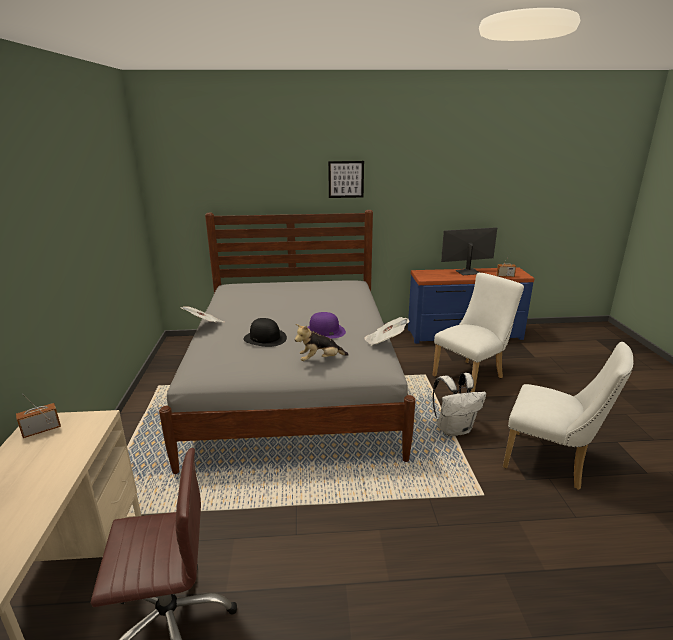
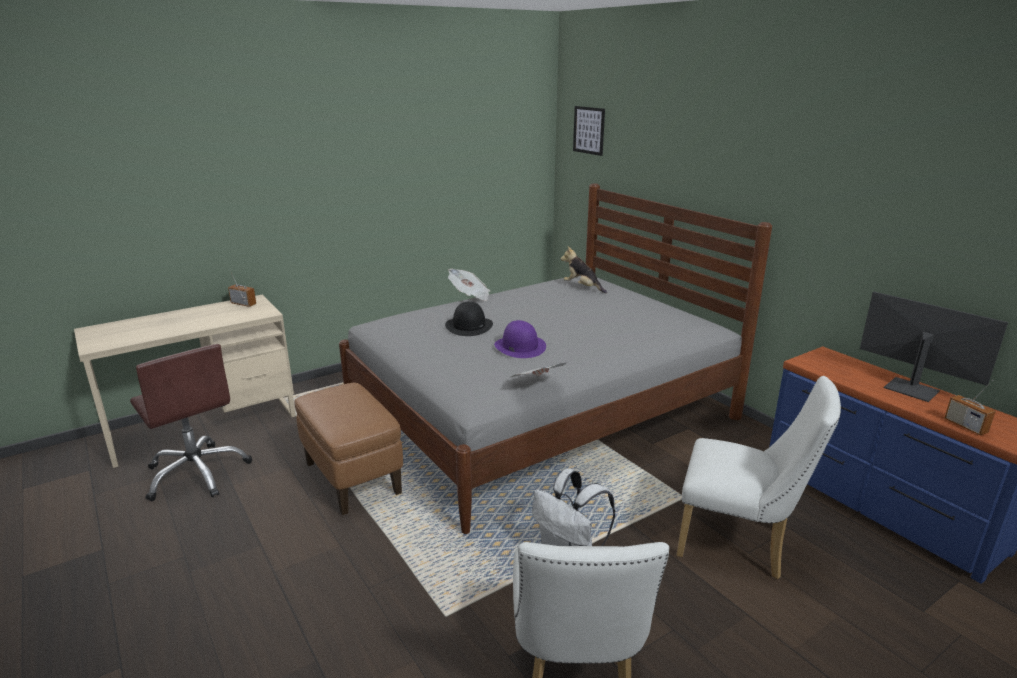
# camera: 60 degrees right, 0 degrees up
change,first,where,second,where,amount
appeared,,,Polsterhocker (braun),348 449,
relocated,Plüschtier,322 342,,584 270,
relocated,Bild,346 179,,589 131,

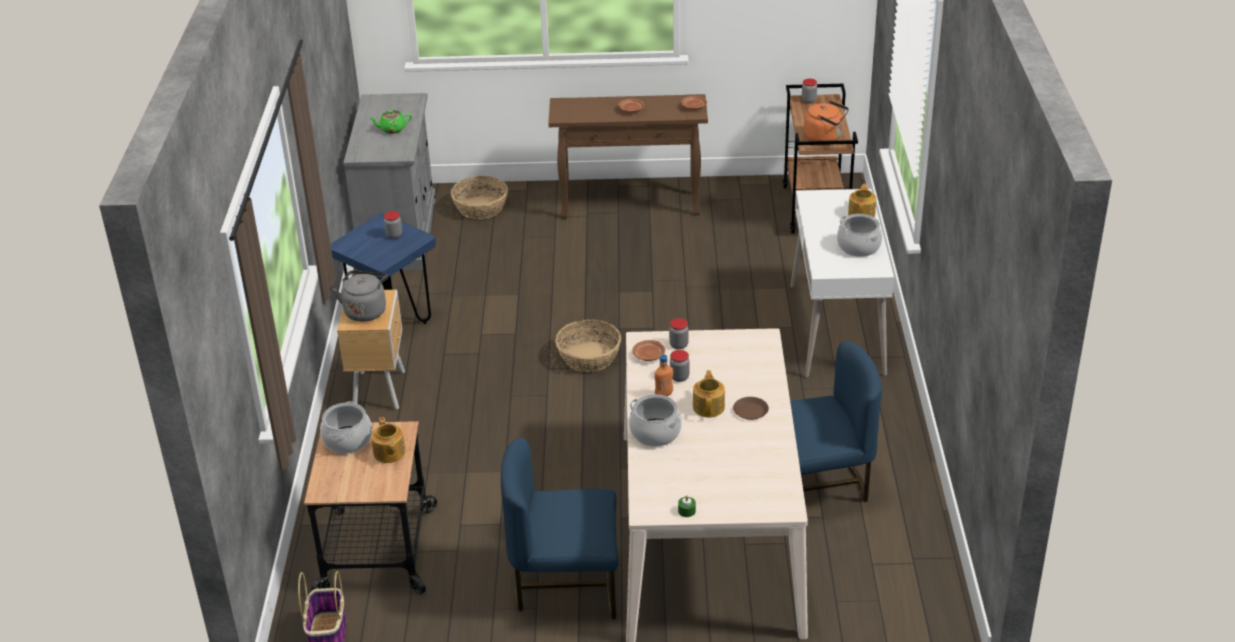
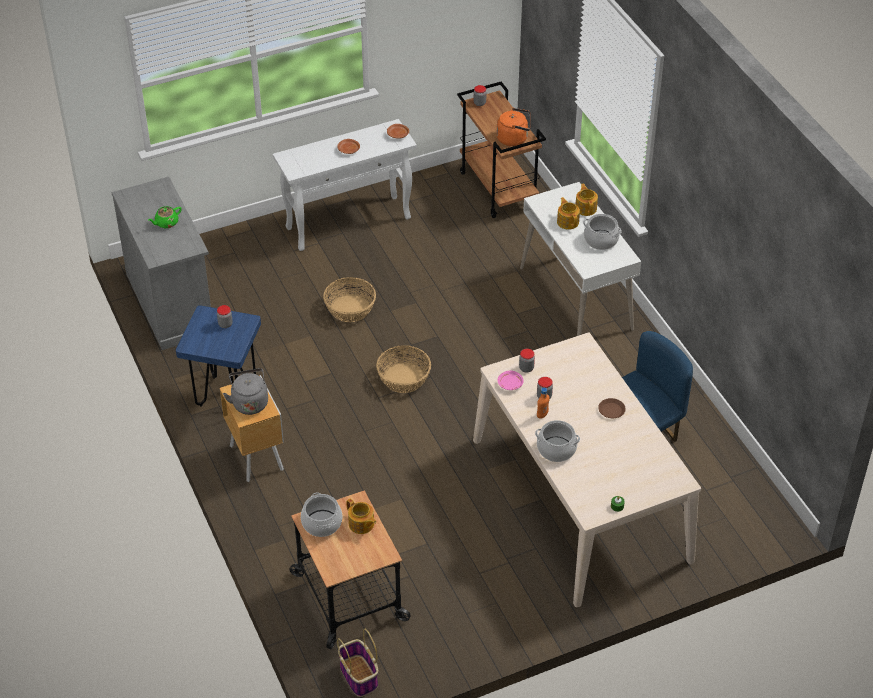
# camera: 25 degrees left, 10 degrees up
change,first,where,second,where,amount
colour,Konsolentisch (braun),628 156,Konsolentisch (weiß),345 185,
relocated,Korb,479 197,,349 299,
colour,Teller (braun),648 350,Teller (rosa),511 380,
relocated,Teekanne,709 393,,568 213,
missing,Stuhl (blau),559 529,,,

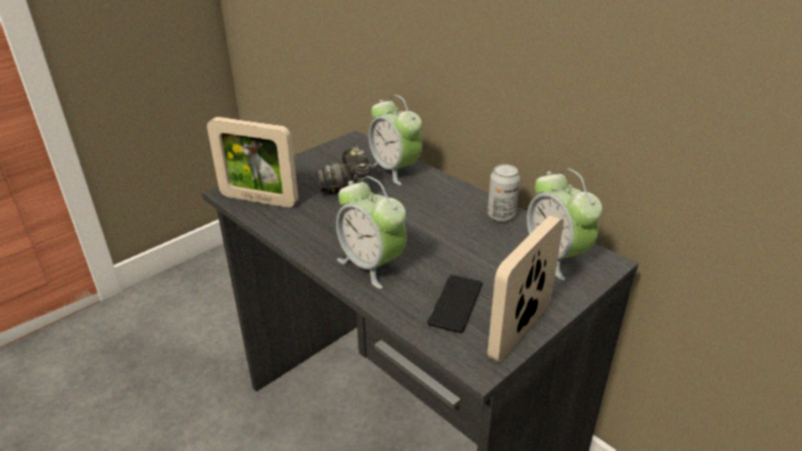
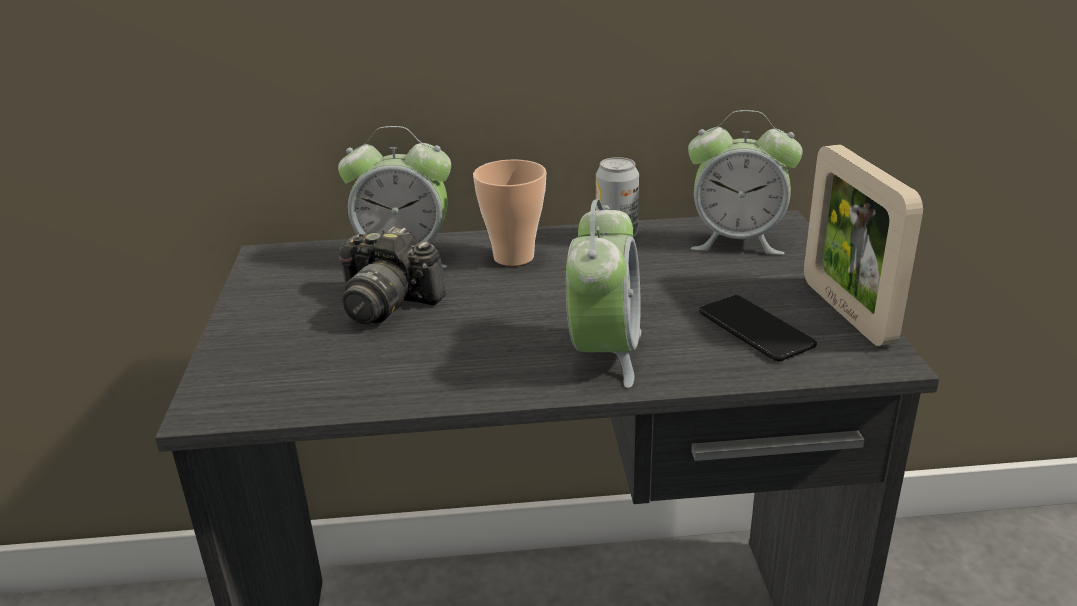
# camera: 50 degrees left, 5 degrees down
change,first,where,second,where,amount
appeared,,,Tasse,510 212,
spun,Wecker,371 232,,603 293,75 degrees counterclockwise
missing,Bilderrahmen,252 162,,,

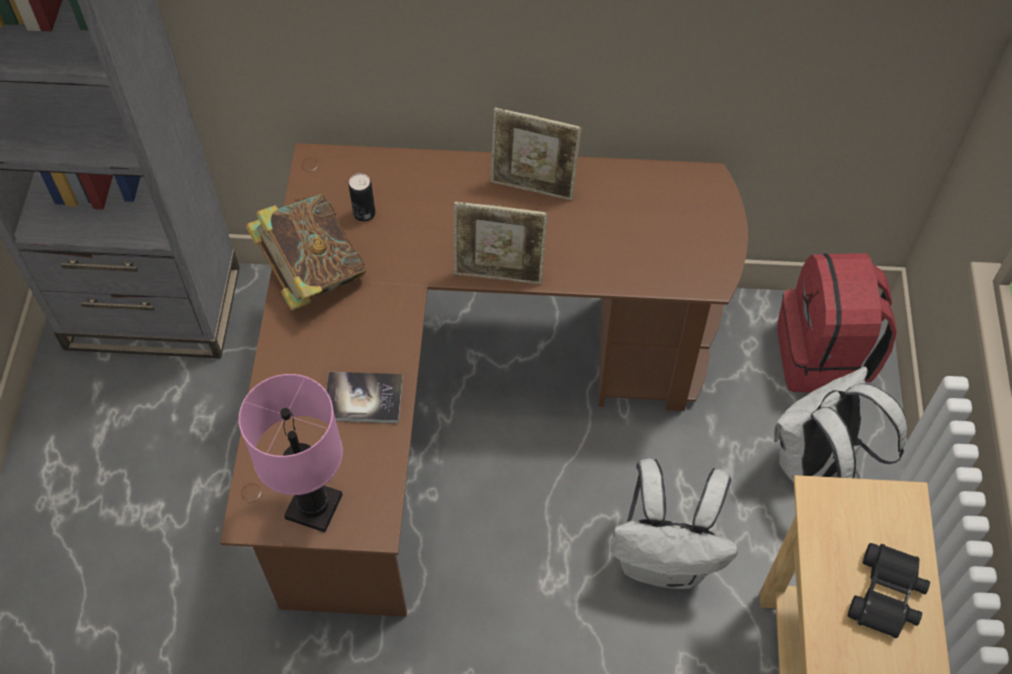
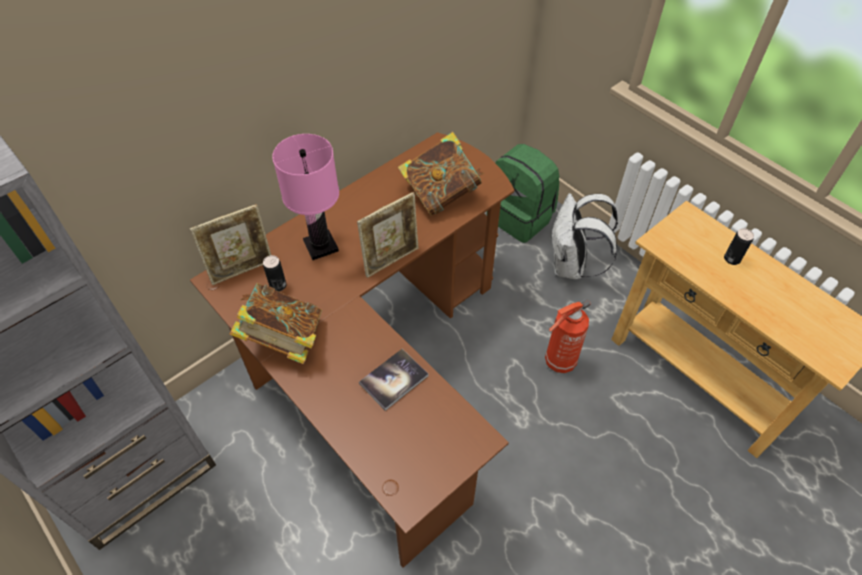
# camera: 45 degrees left, 5 degrees down
change,first,where,second,where,amount
relocated,Bilderrahmen,536 153,,230 244,
relocated,Tischlampe (rosa),291 453,,305 197,
appeared,,,Buch,441 174,
colour,Rucksack (rot),837 322,Rucksack (grün),523 193,
exchanged,Rucksack (weiß),674 523,Feuerlöscher,568 336,
exchanged,Fernglas (schwarz),889 590,Dose,739 246,

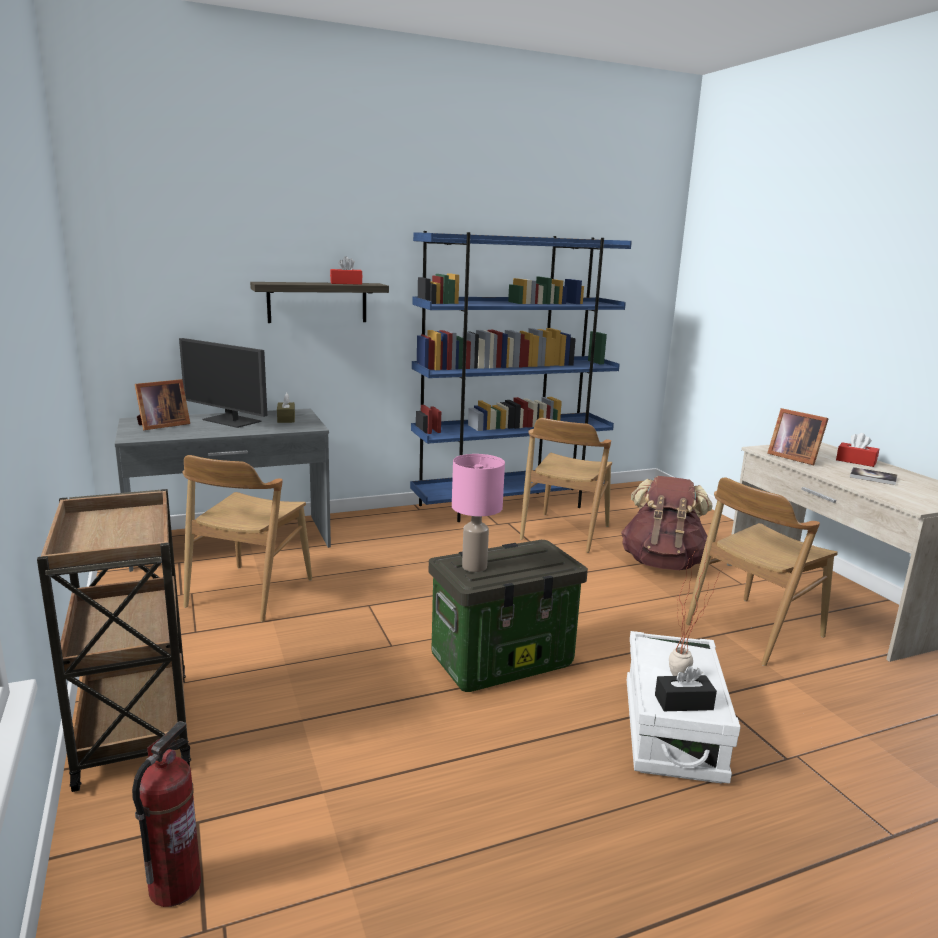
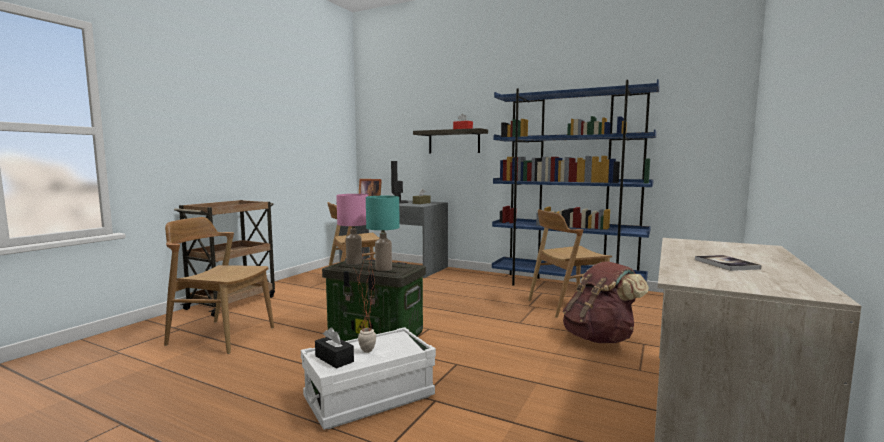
# camera: 50 degrees right, 10 degrees down
change,first,where,second,where,amount
relocated,Stuhl (braun),761 571,,219 285,
appeared,,,Tischlampe (türkis),383 233,
missing,Feuerlöscher,166 814,,,
missing,Bilderrahmen,798 436,,,
missing,Taschentuchbox (rot),857 450,,,

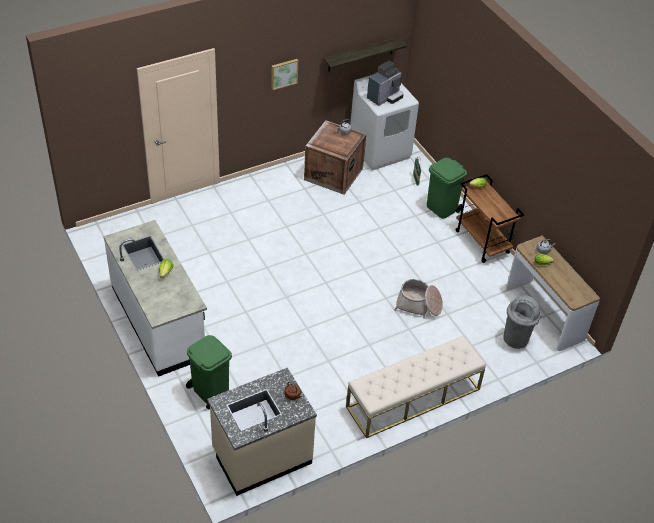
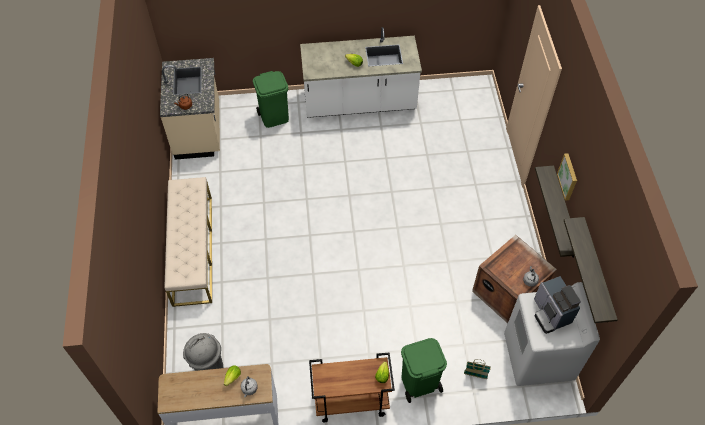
# camera: 115 degrees right, 10 degrees up
change,first,where,second,where,amount
appeared,,,Wandregal,554 211,
missing,Korb,418 299,,,

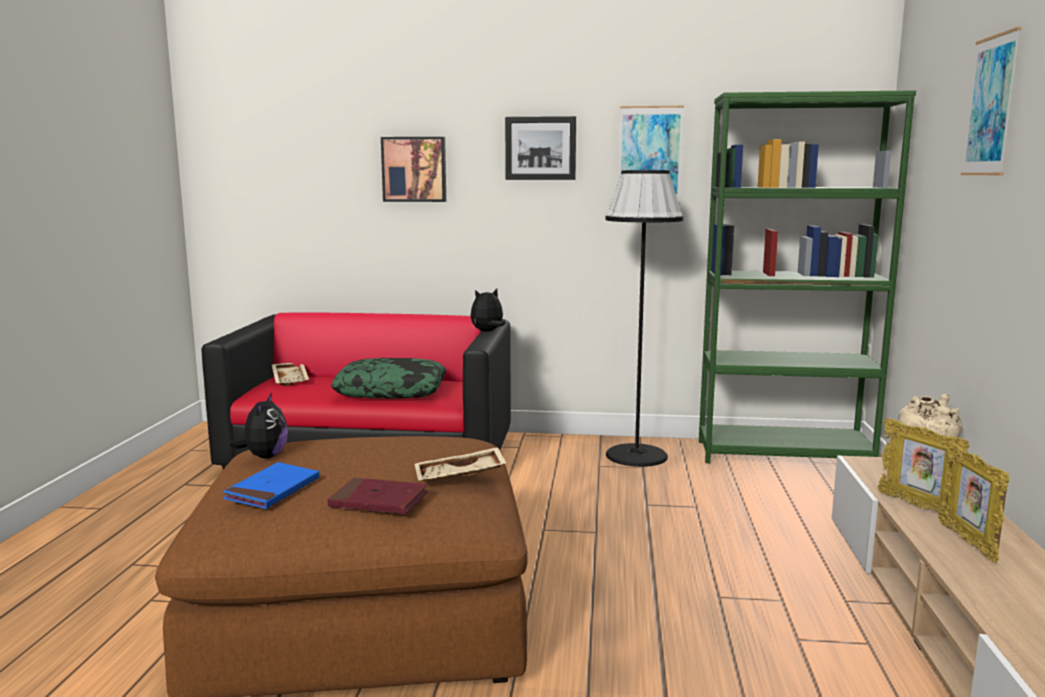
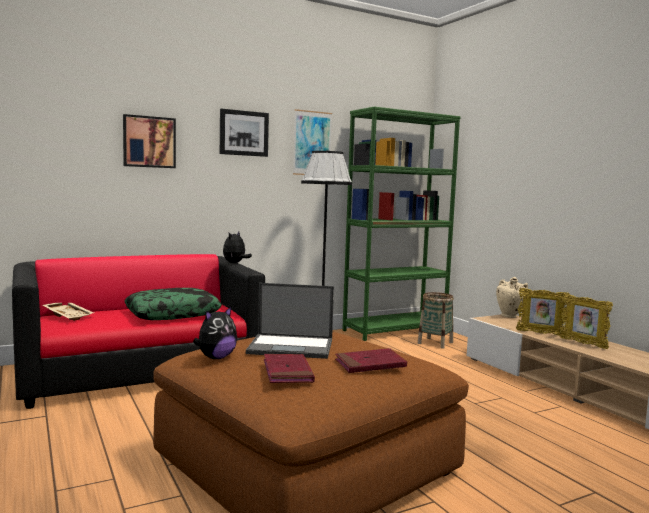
# camera: 35 degrees left, 5 degrees down
change,first,where,second,where,amount
spun,Plüschtier,258 425,,215 333,75 degrees clockwise
appeared,,,Laptop,290 321,
colour,Buch (blau),271 485,Buch (rot),289 368,
appeared,,,Korb,436 320,
missing,Tablett (beige),461 464,,,
missing,Bild,991 101,,,

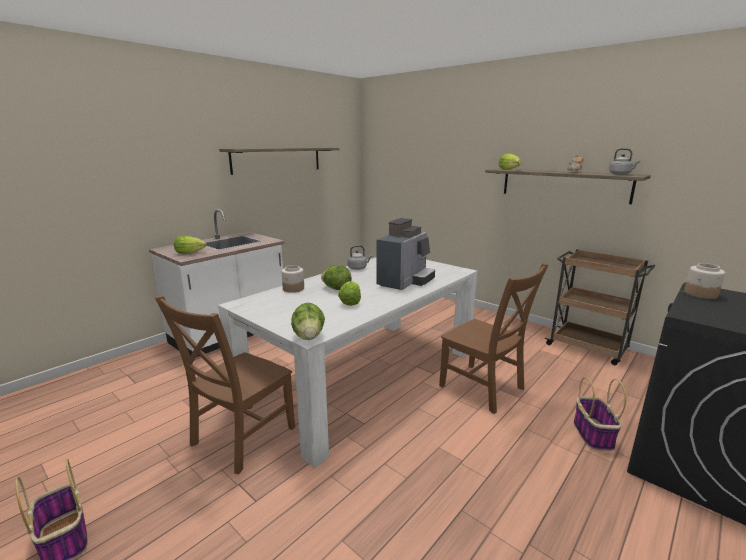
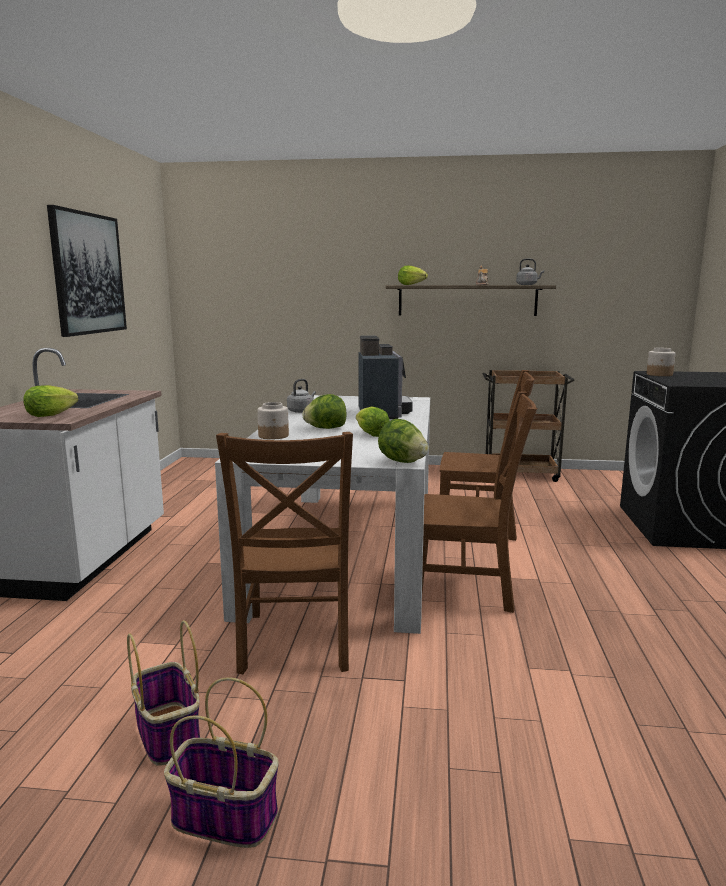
# camera: 35 degrees left, 5 degrees down
change,first,where,second,where,amount
exchanged,Wandregal,279 161,Bild,87 271,
relocated,Korb,600 414,,163 693,
appeared,,,Stuhl (braun),479 502,

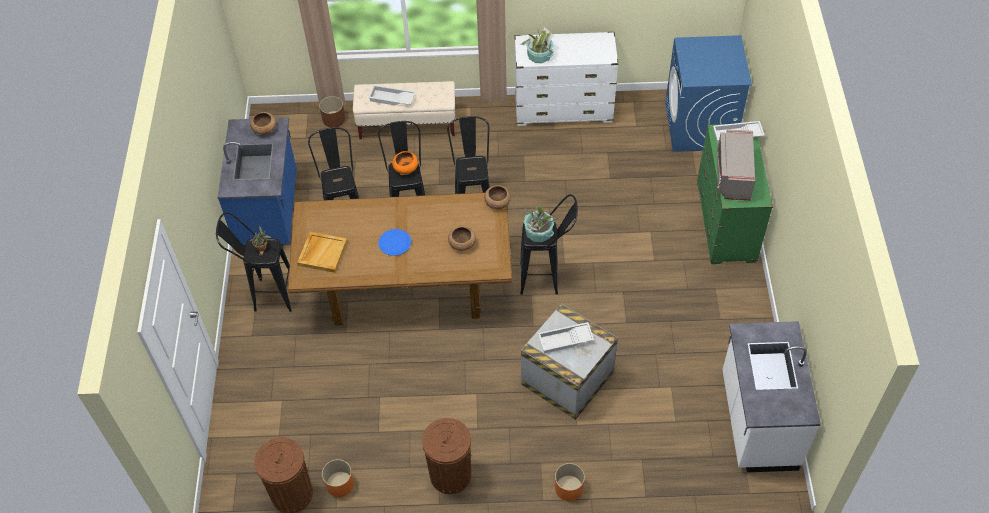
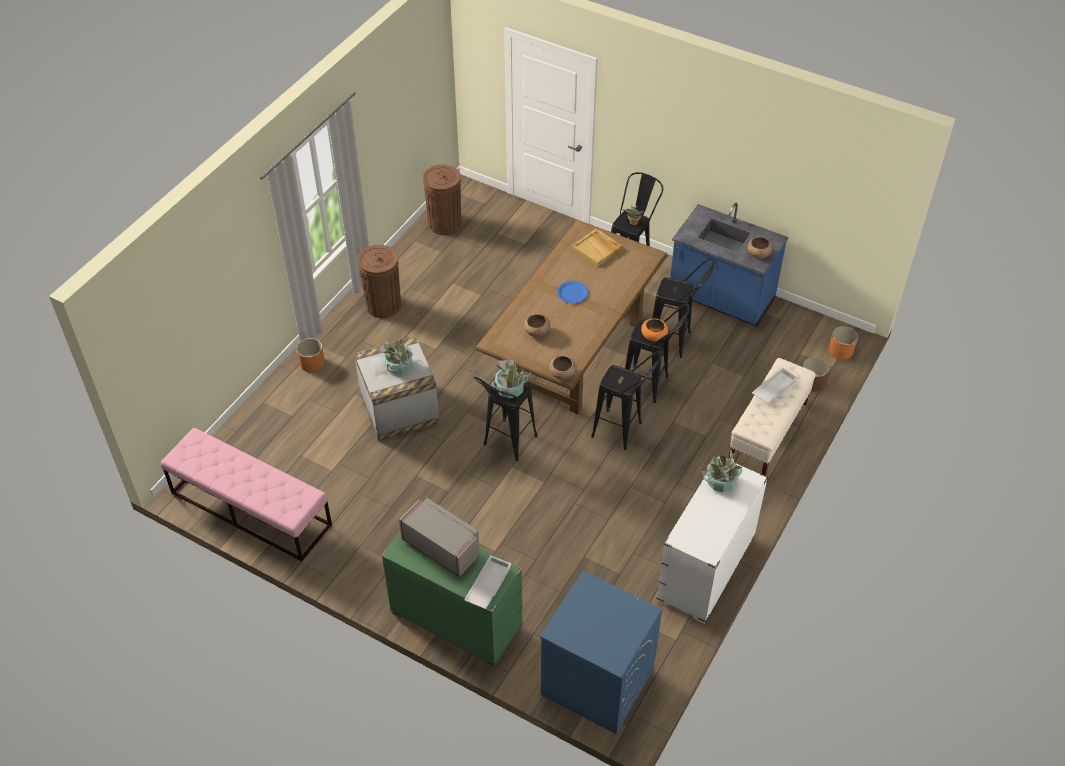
# camera: 120 degrees right, 5 degrees down
change,first,where,second,where,amount
exchanged,Küchenzeile (weiß),771 396,Bank (rosa),246 495,
exchanged,Tablett (weiß),566 337,Topfpflanze,396 356,
relocated,Pflanzkübel (orange),338 478,,843 343,

